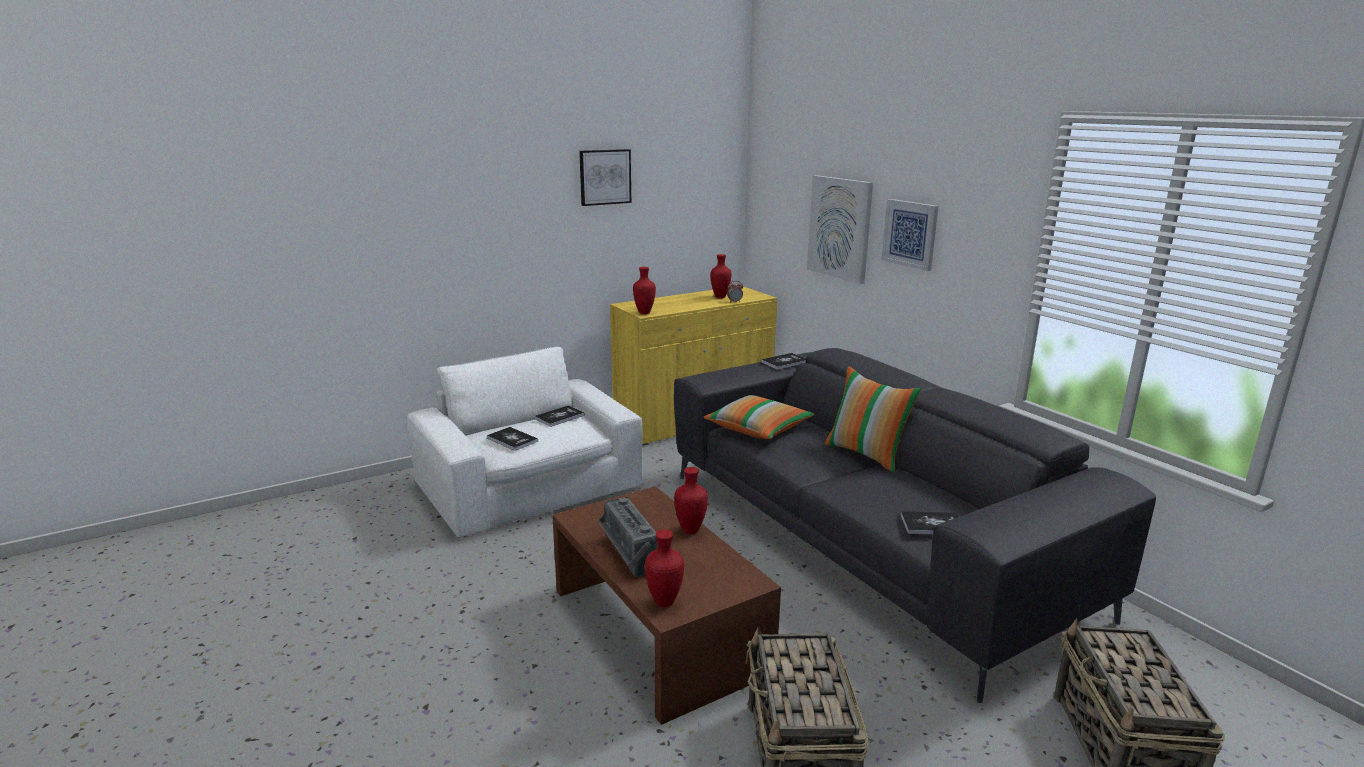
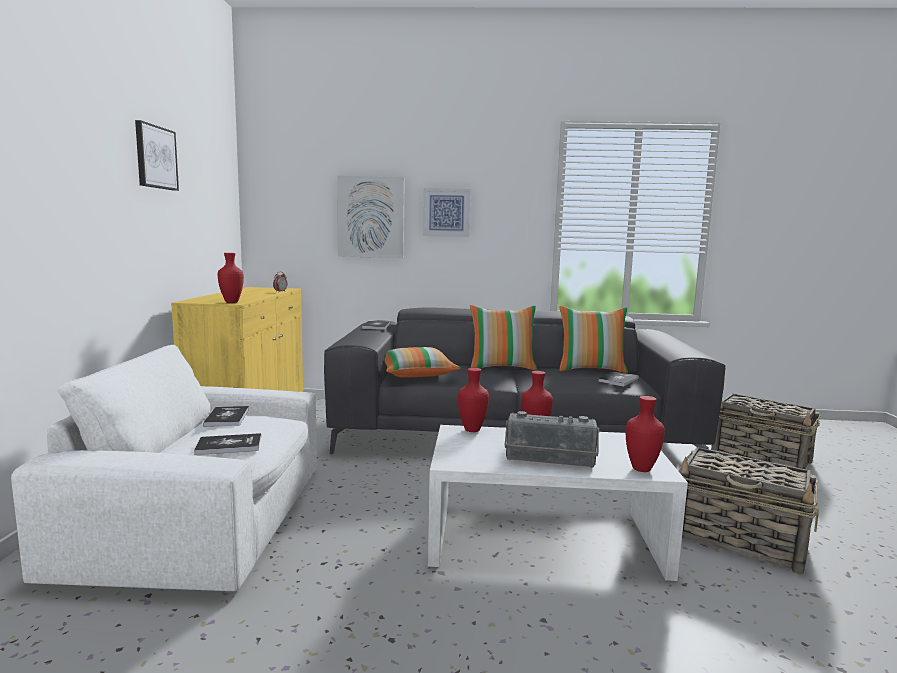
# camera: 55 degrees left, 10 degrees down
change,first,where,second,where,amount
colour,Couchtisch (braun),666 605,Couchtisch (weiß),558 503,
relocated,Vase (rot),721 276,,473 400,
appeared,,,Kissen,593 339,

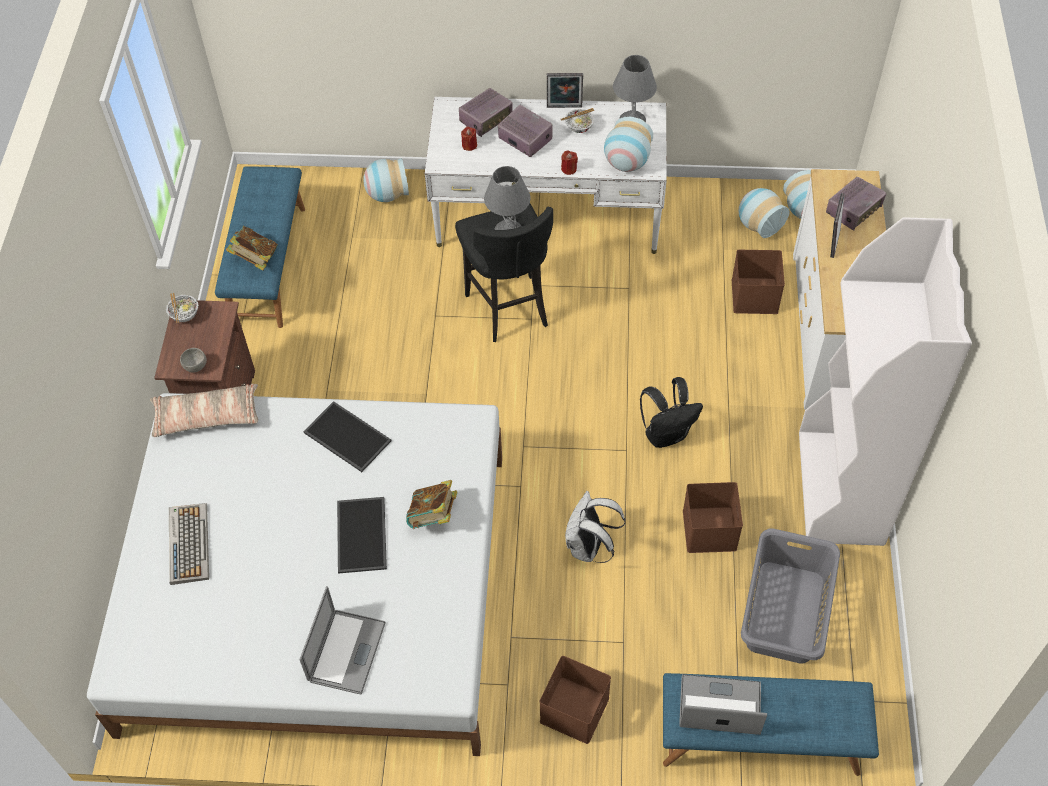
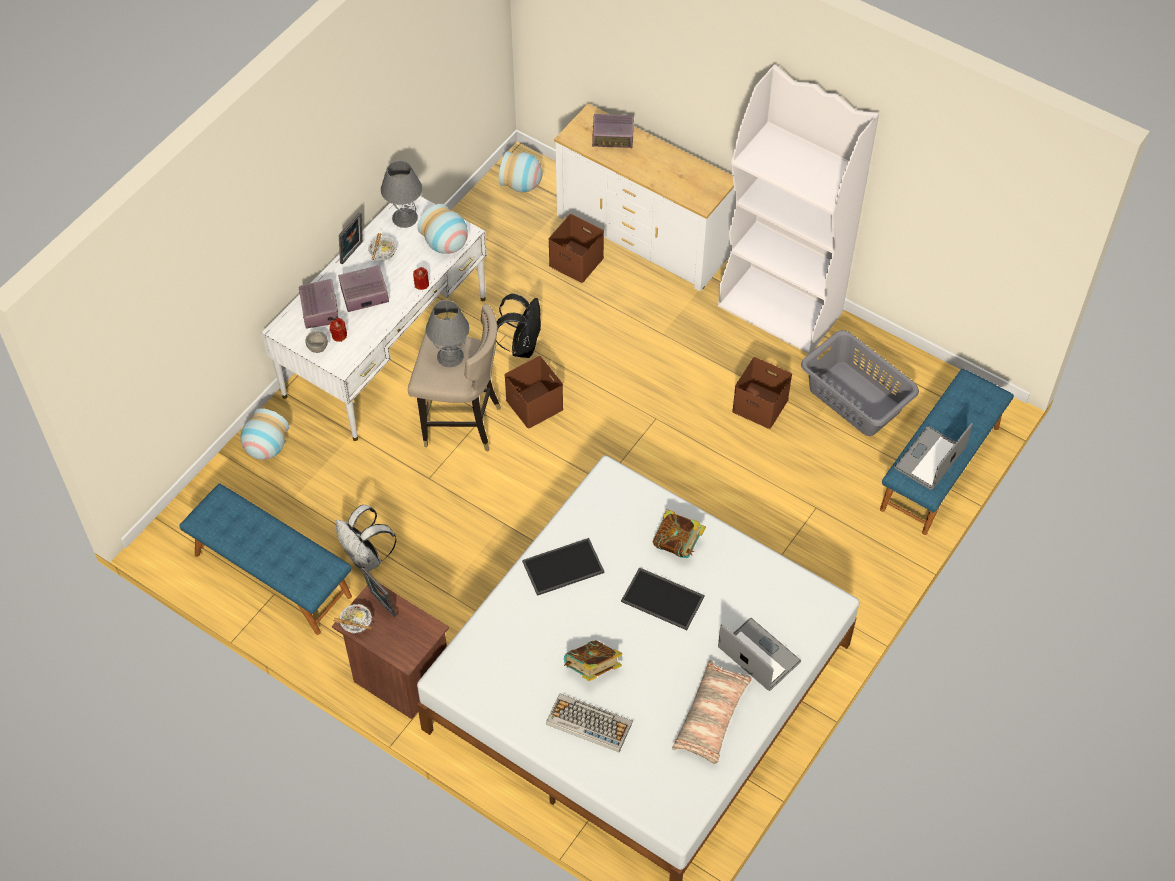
# camera: 60 degrees left, 0 degrees up
change,first,where,second,where,amount
relocated,Schüssel (grau),193 360,,316 342,
relocated,Rucksack (weiß),595 527,,366 538,
relocated,Bilderrahmen,837 225,,379 592,
colour,Hocker (schwarz),504 272,Hocker (beige),454 378,
relocated,Rucksack (schwarz),671 412,,518 326,
relocated,Aufbewahrungsbox (braun),575 700,,534 392,
relocated,Buch,252 248,,593 660,
spun,Radio,856 203,,613 131,105 degrees clockwise
relocated,Kissen,204 410,,712 712,
missing,Vase,764 213,,,

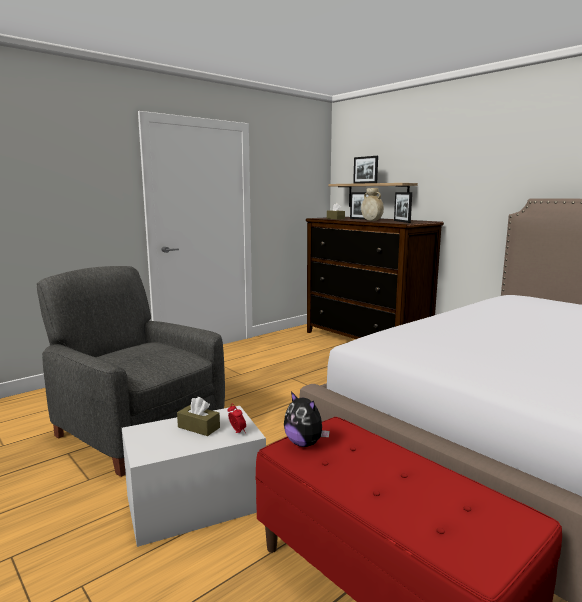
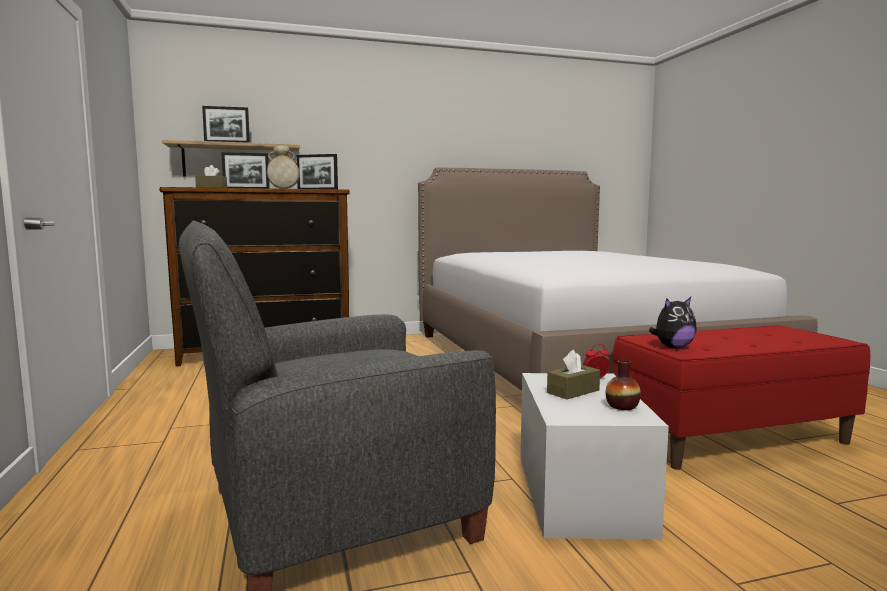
# camera: 65 degrees left, 5 degrees down
change,first,where,second,where,amount
appeared,,,Vase,623 385,

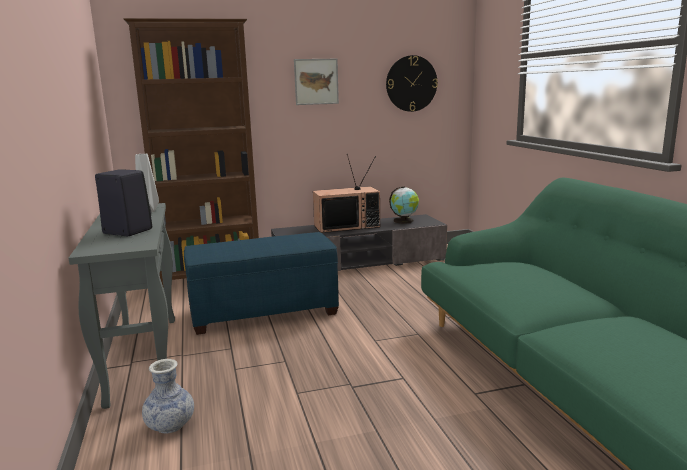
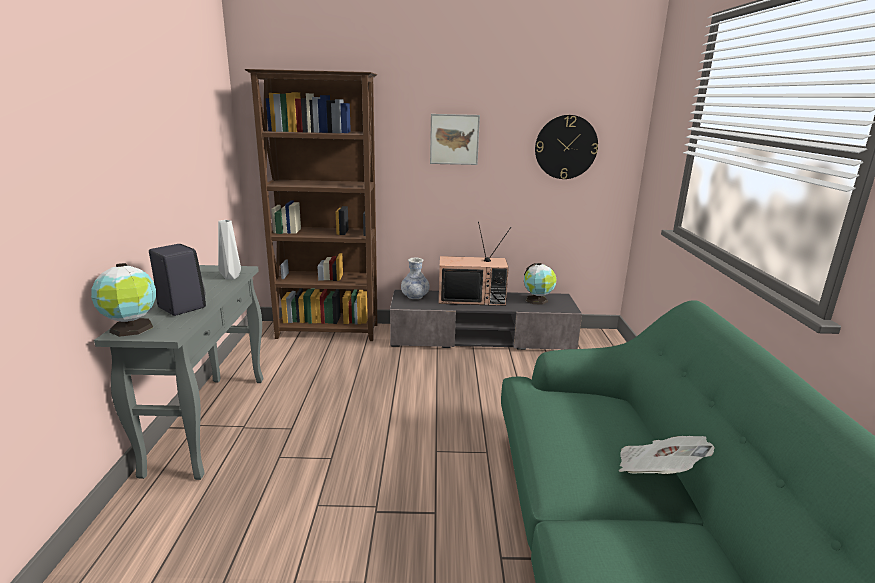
# camera: 15 degrees right, 5 degrees up
change,first,where,second,where,amount
appeared,,,Globus,123 300,
relocated,Vase,168 396,,415 278,
appeared,,,Zeitung,667 455,
missing,Polsterhocker (blau),261 283,,,

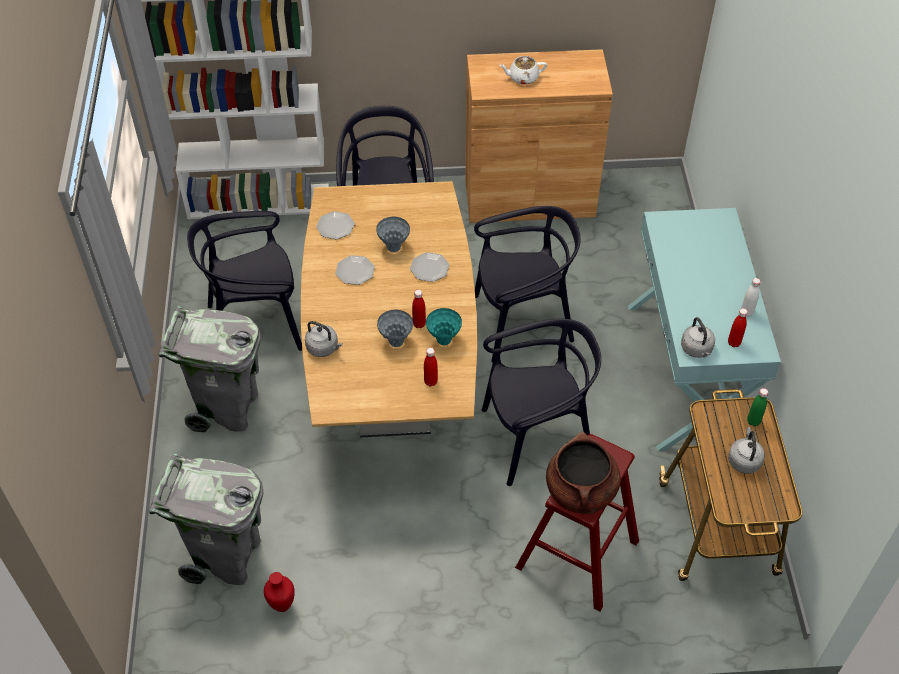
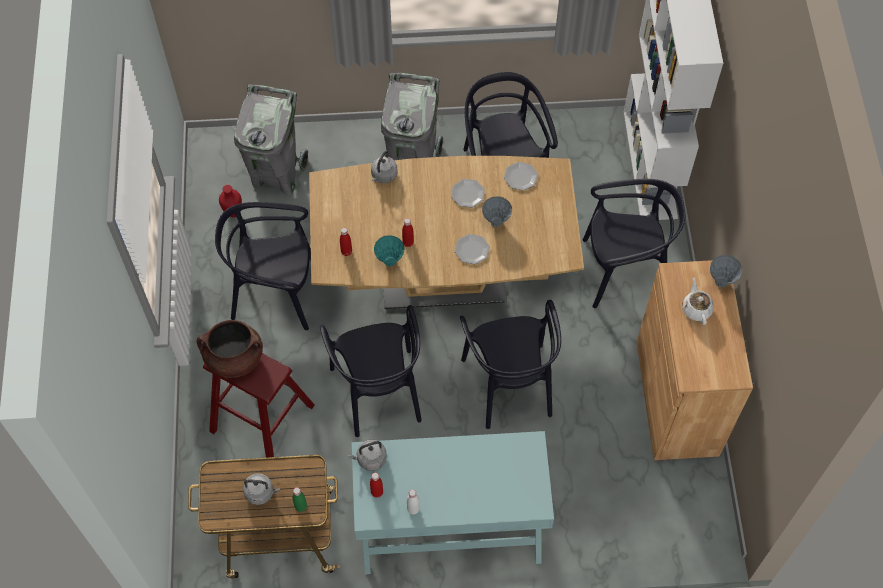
# camera: 90 degrees right, 10 degrees up
change,first,where,second,where,amount
appeared,,,Stuhl (schwarz),263 266,
relocated,Vase (grau),395 328,,726 271,

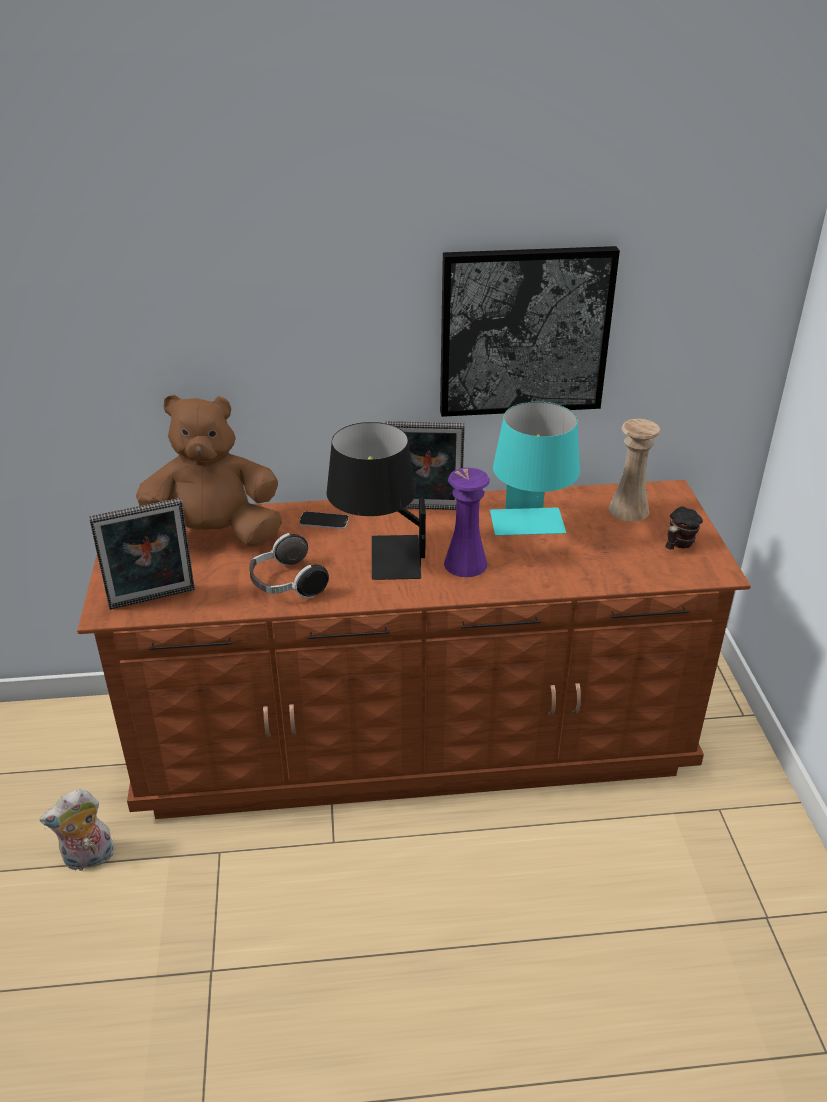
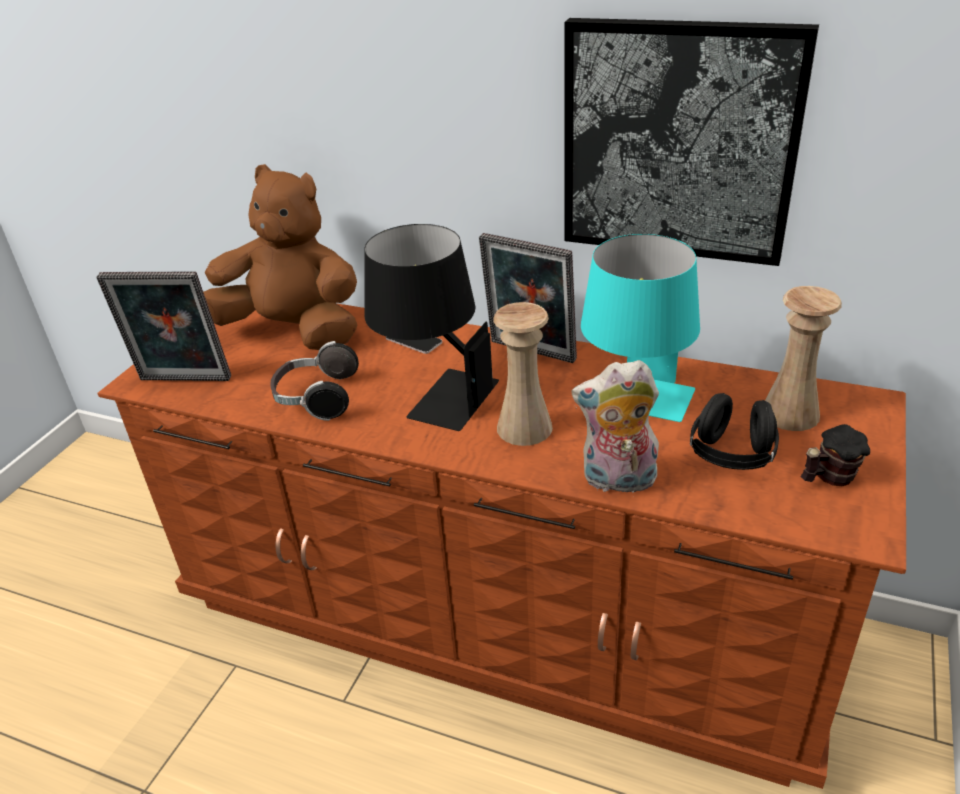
# camera: 30 degrees right, 0 degrees up
change,first,where,second,where,amount
colour,Vase (lila),467 522,Vase (beige),523 374,
relocated,Plüschtier,77 830,,615 426,
appeared,,,Kopfhörer (schwarz),734 431,

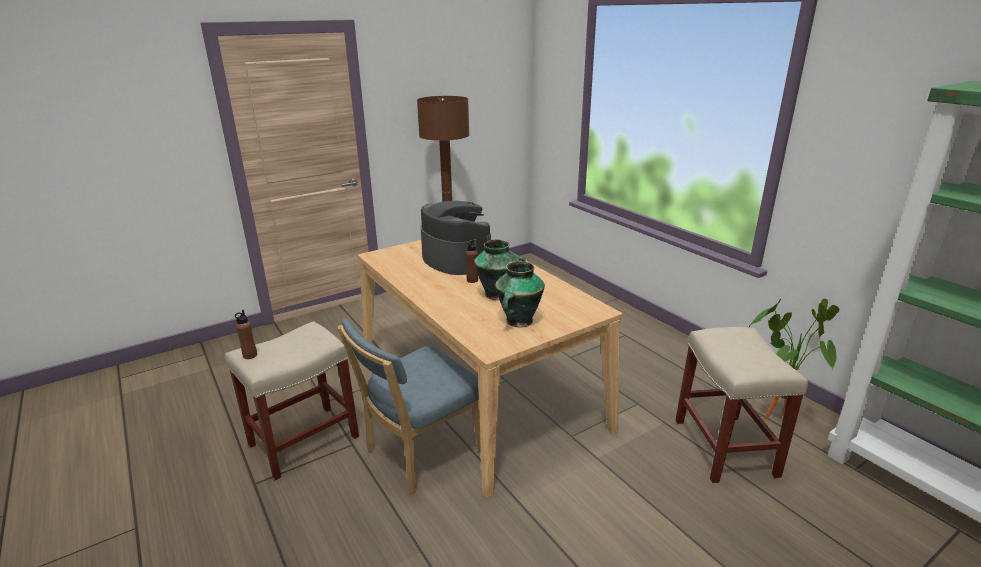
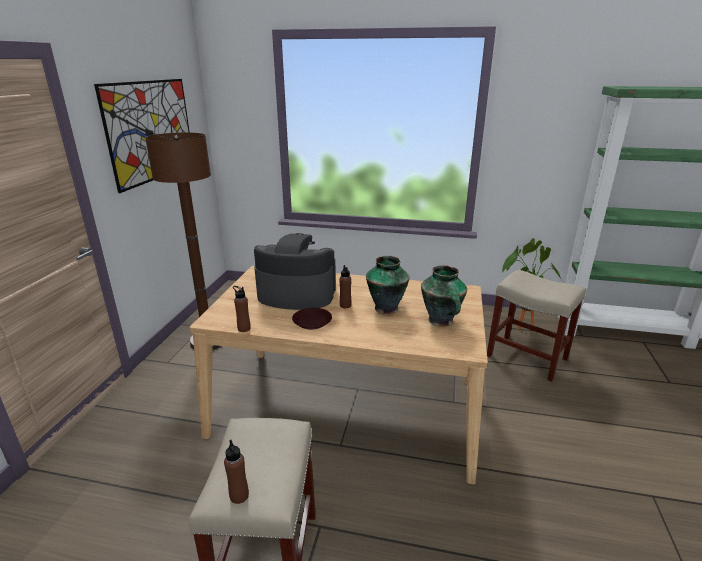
# camera: 45 degrees left, 0 degrees up
change,first,where,second,where,amount
appeared,,,Bild,142 136,
appeared,,,Flasche (braun),242 309,
appeared,,,Teller (braun),312 318,
missing,Stuhl (blau),409 406,,,

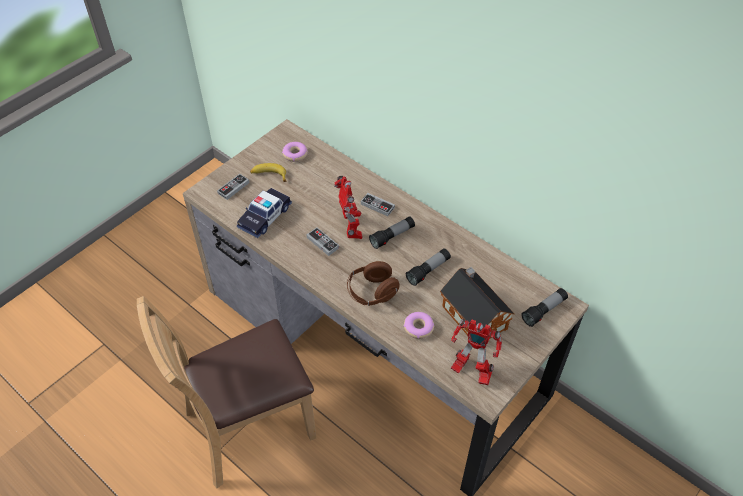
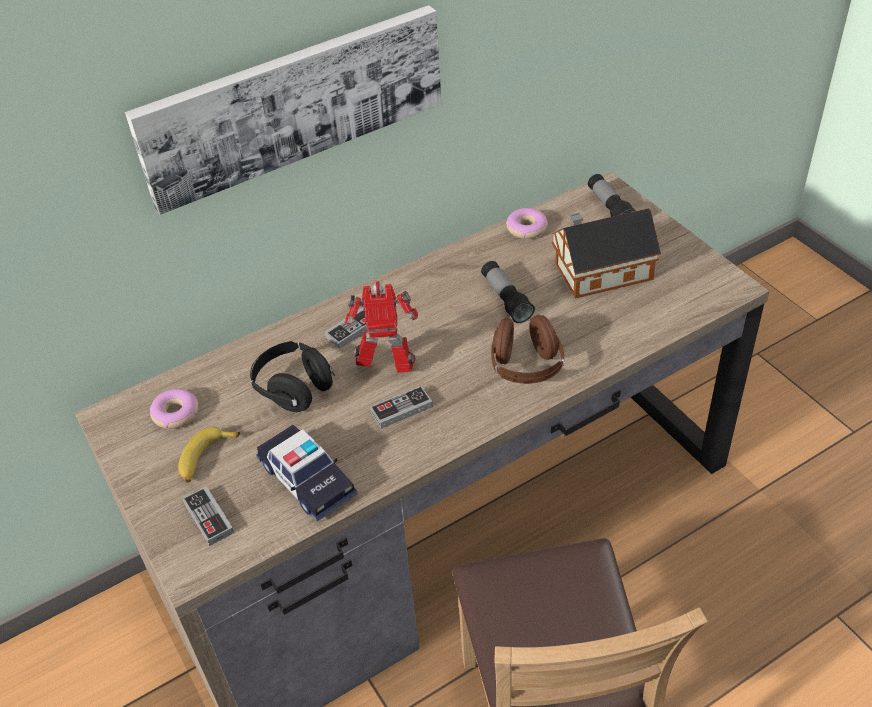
# camera: 70 degrees left, 5 degrees down
change,first,where,second,where,amount
appeared,,,Bild,283 110,
appeared,,,Kopfhörer (schwarz),292 376,
relocated,Donut,418 325,,527 223,
missing,Taschenlampe,392 232,,,
missing,Spielzeugroboter,476 352,,,

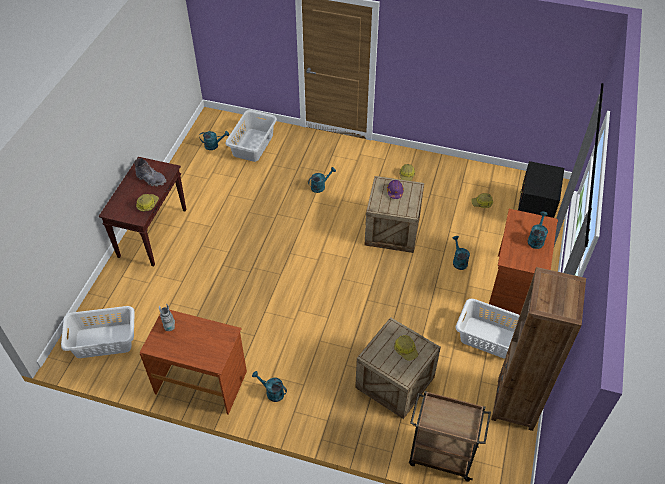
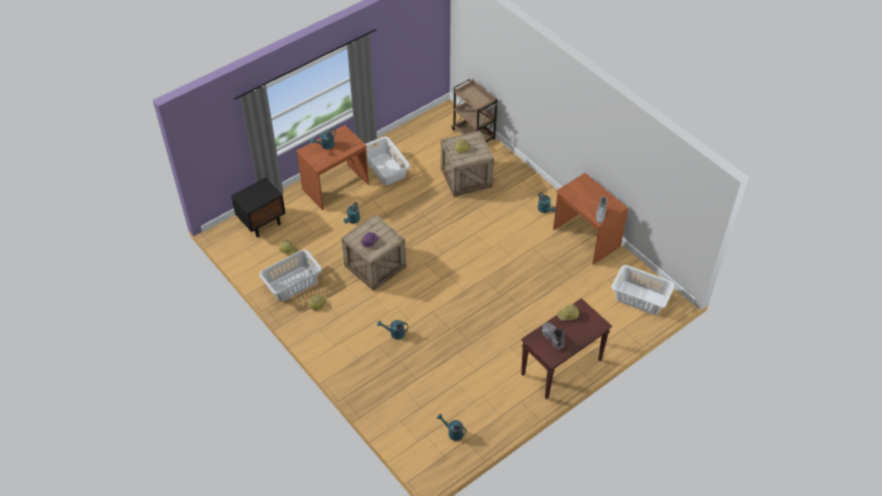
# camera: 145 degrees left, 0 degrees up
change,first,where,second,where,amount
relocated,Wäschekorb (grau),251 136,,290 275,
missing,Bücherregal (braun),538 349,,,

